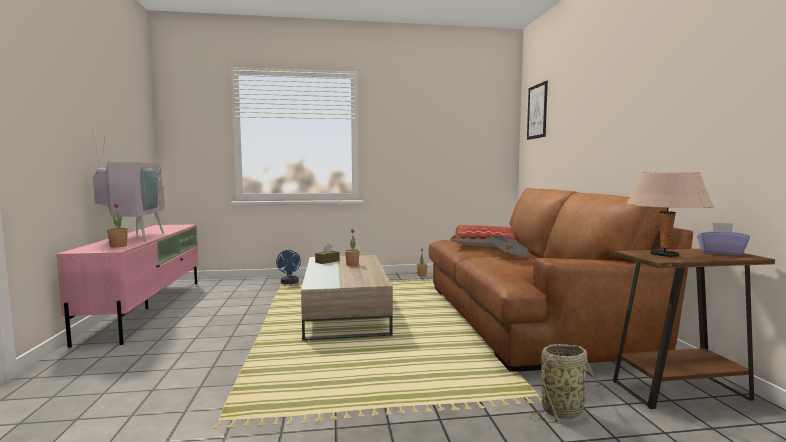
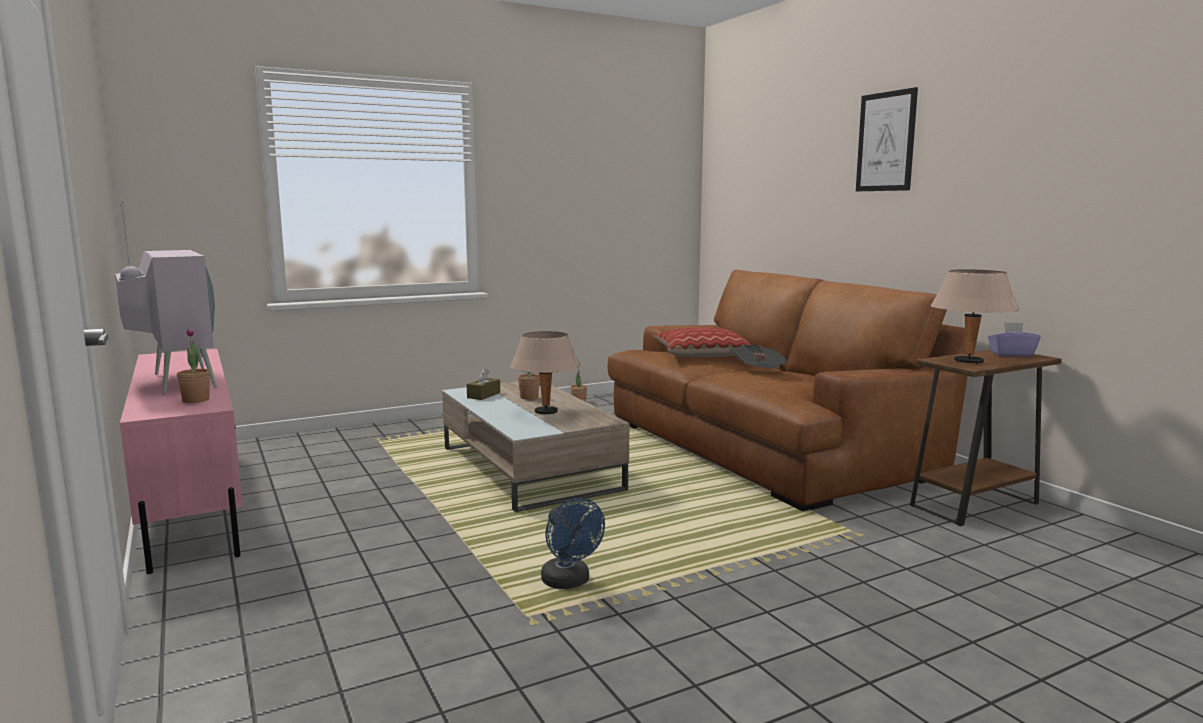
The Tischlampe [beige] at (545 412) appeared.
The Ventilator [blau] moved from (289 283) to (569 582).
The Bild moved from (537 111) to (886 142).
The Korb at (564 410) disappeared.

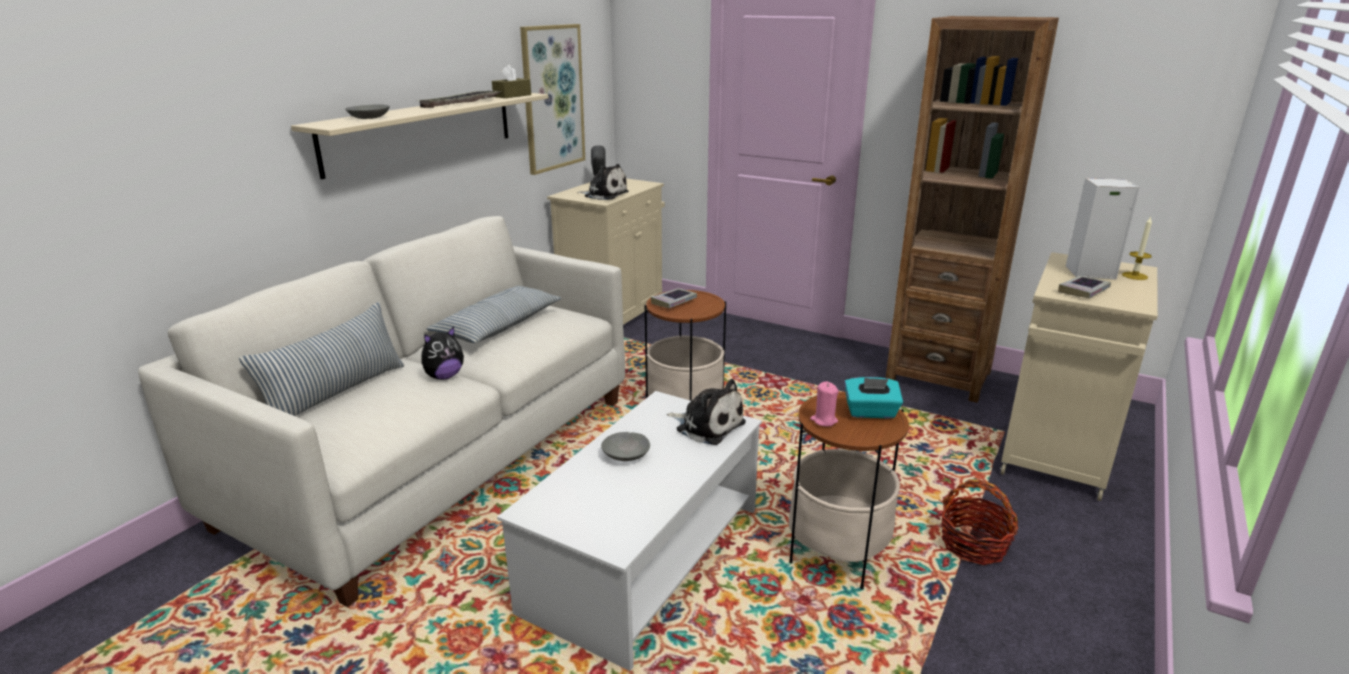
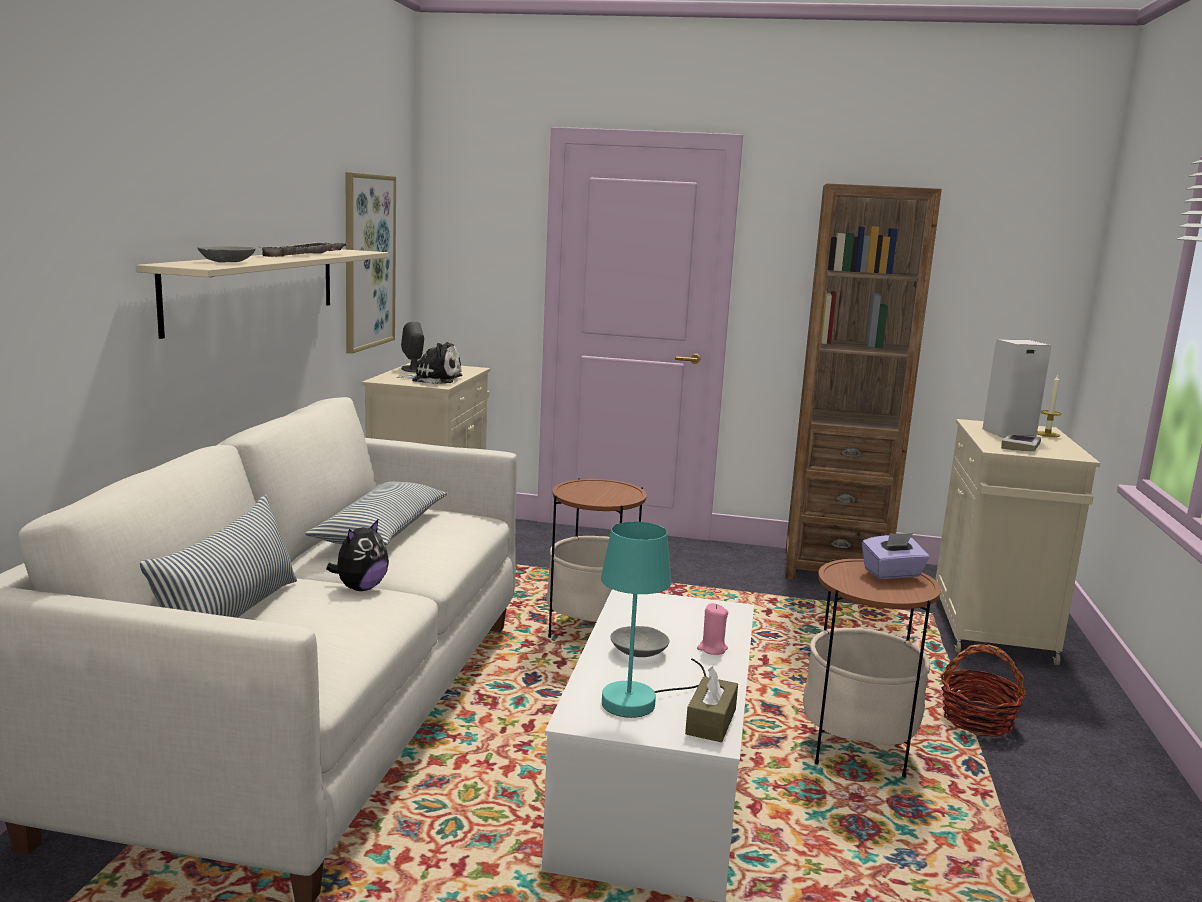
The Tischlampe [türkis] at (641 698) appeared.
The Taschentuchbox [braun] moved from (512 96) to (711 721).
The Kerze [rosa] moved from (824 420) to (712 649).
The Taschentuchbox [türkis] at (871 412) became the Taschentuchbox [lila] at (892 573).
The Buch at (674 301) disappeared.
The Plüschtier at (707 425) disappeared.

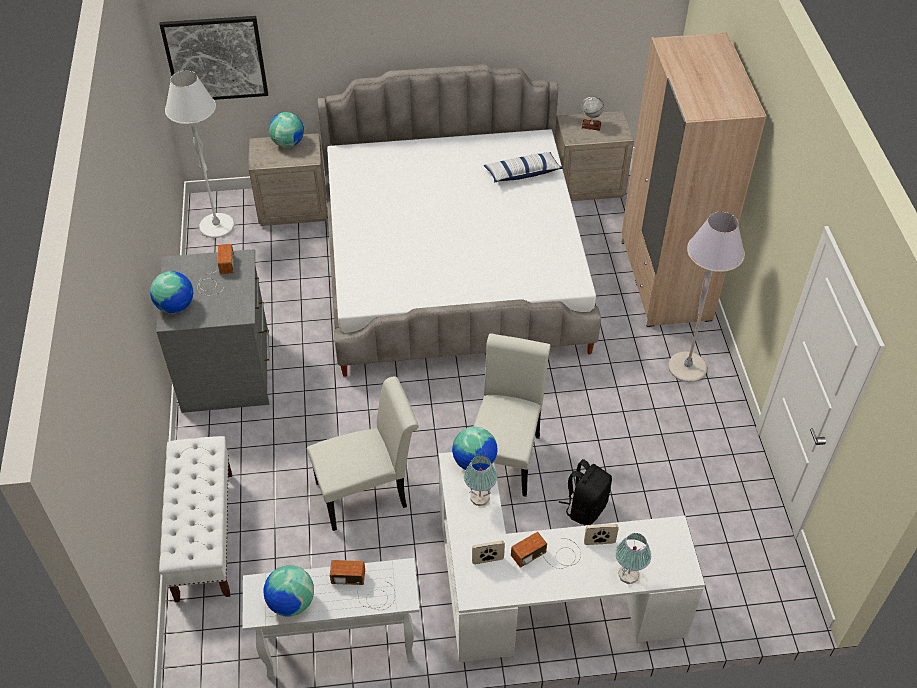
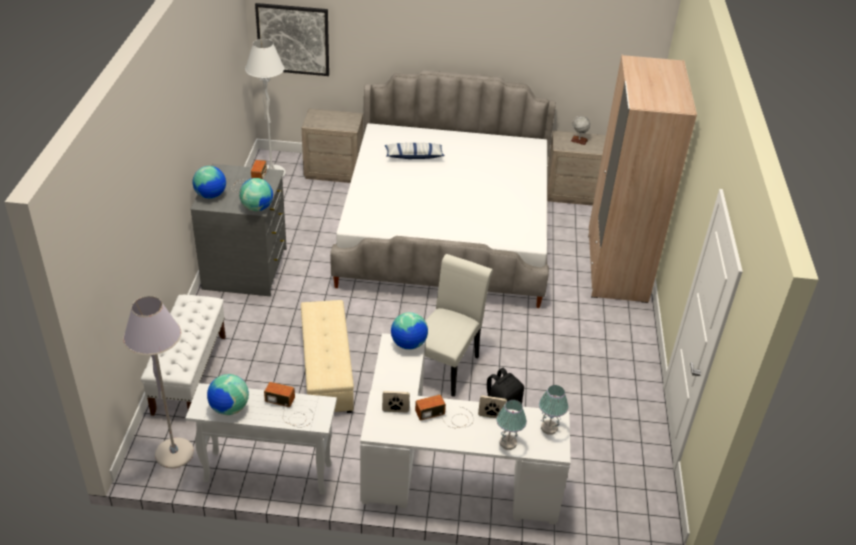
The Stehlampe [grau] moved from (687 368) to (174 454).
The Globus moved from (288 143) to (257 208).
The Stuhl [weiß] at (368 492) was replaced by the Polsterhocker [beige] at (327 370).
The Kissen moved from (522 173) to (414 156).
The Tischlampe moved from (480 497) to (549 428).

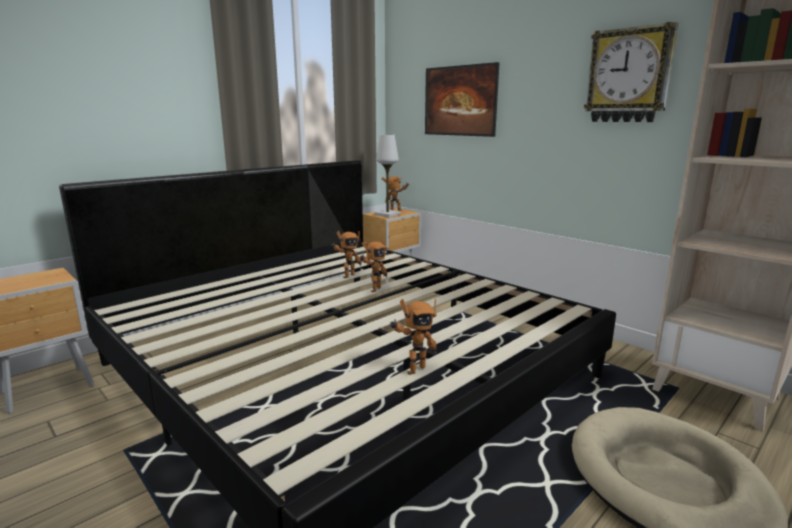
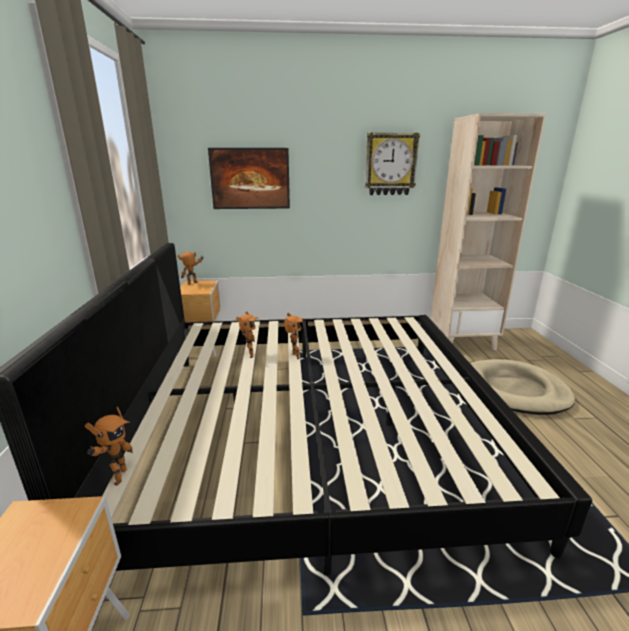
The Spielzeugroboter moved from (414 369) to (117 477).
The Tischlampe [weiß] at (387 214) disappeared.

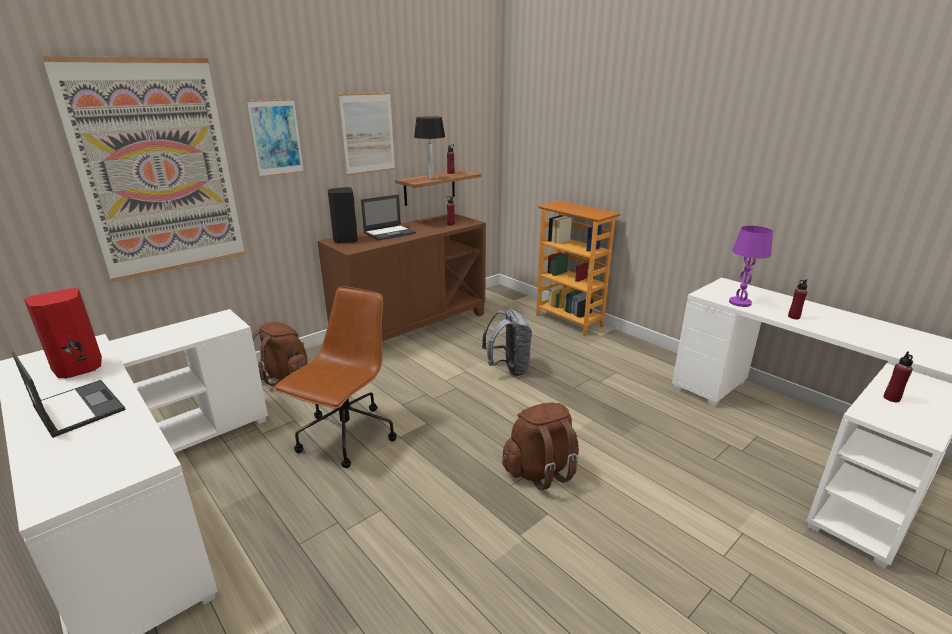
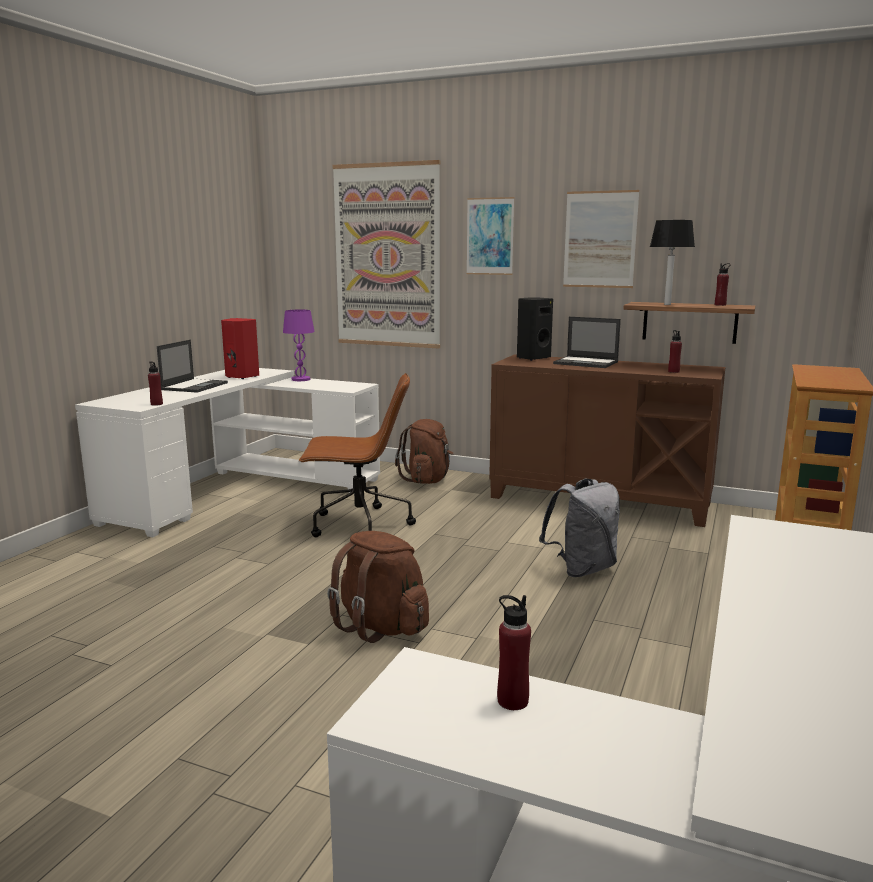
The Flasche [rot] moved from (793 317) to (156 404).
The Tischlampe [lila] moved from (739 302) to (301 379).

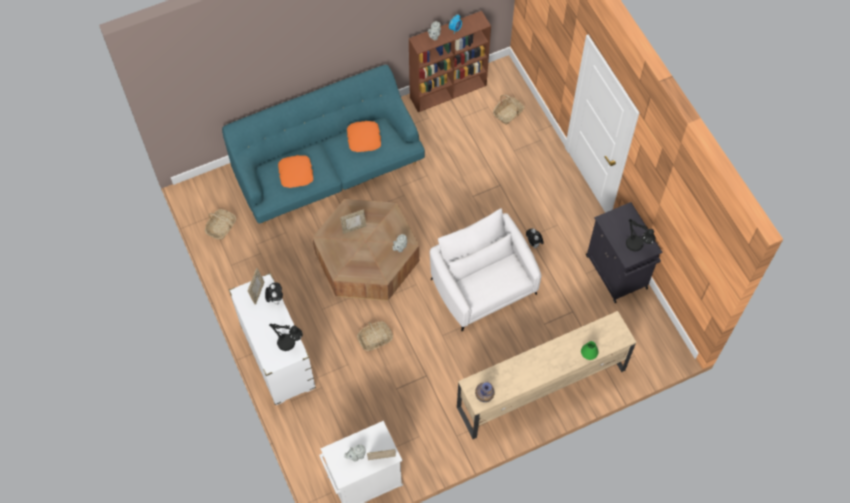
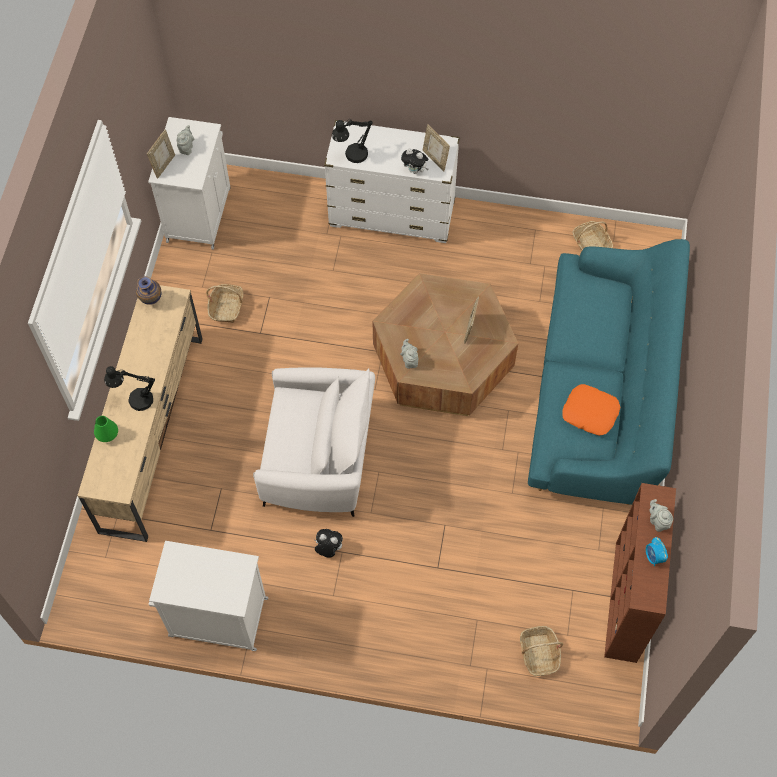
The Tischlampe [schwarz] moved from (637 246) to (135 400).
The Schrank [schwarz] at (617 273) became the Schrank [weiß] at (216 617).
The Korb moved from (375 339) to (226 307).
The Kissen [orange] at (296 173) disappeared.

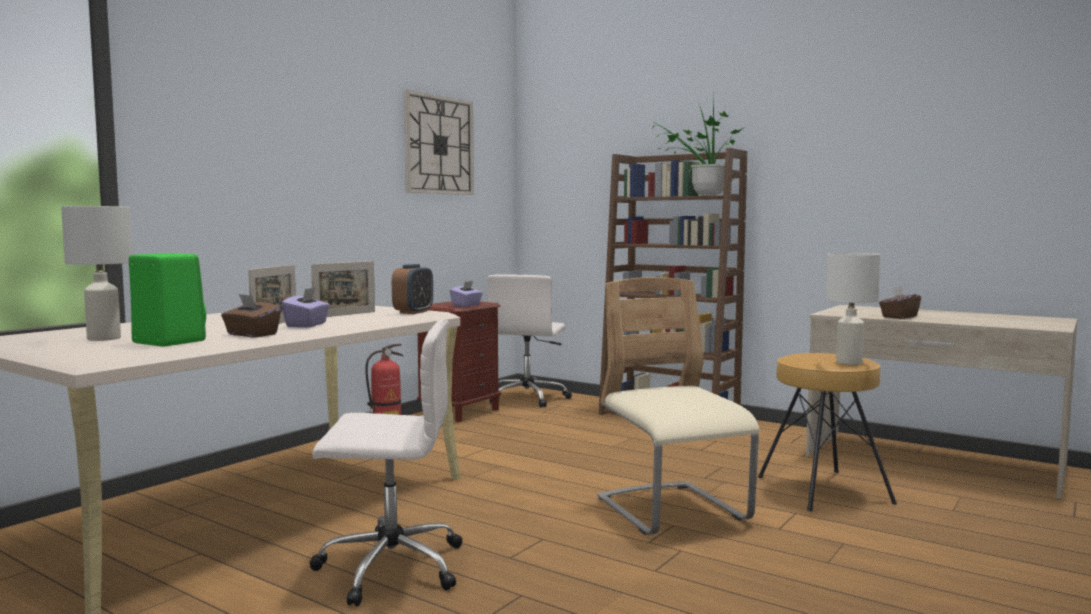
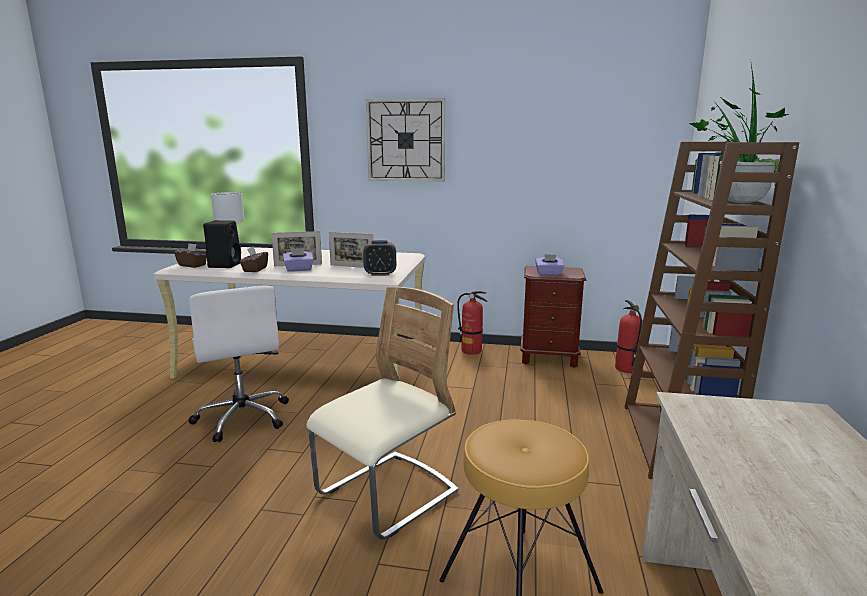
The Taschentuchbox [braun] moved from (899 317) to (192 265).
The Lautsprecher [grün] at (167 342) became the Lautsprecher [schwarz] at (225 265).
The Wanduhr moved from (439 145) to (406 140).
The Bürostuhl [weiß] at (527 398) was replaced by the Feuerlöscher at (626 368).
The Tischlampe [weiß] at (849 363) disappeared.

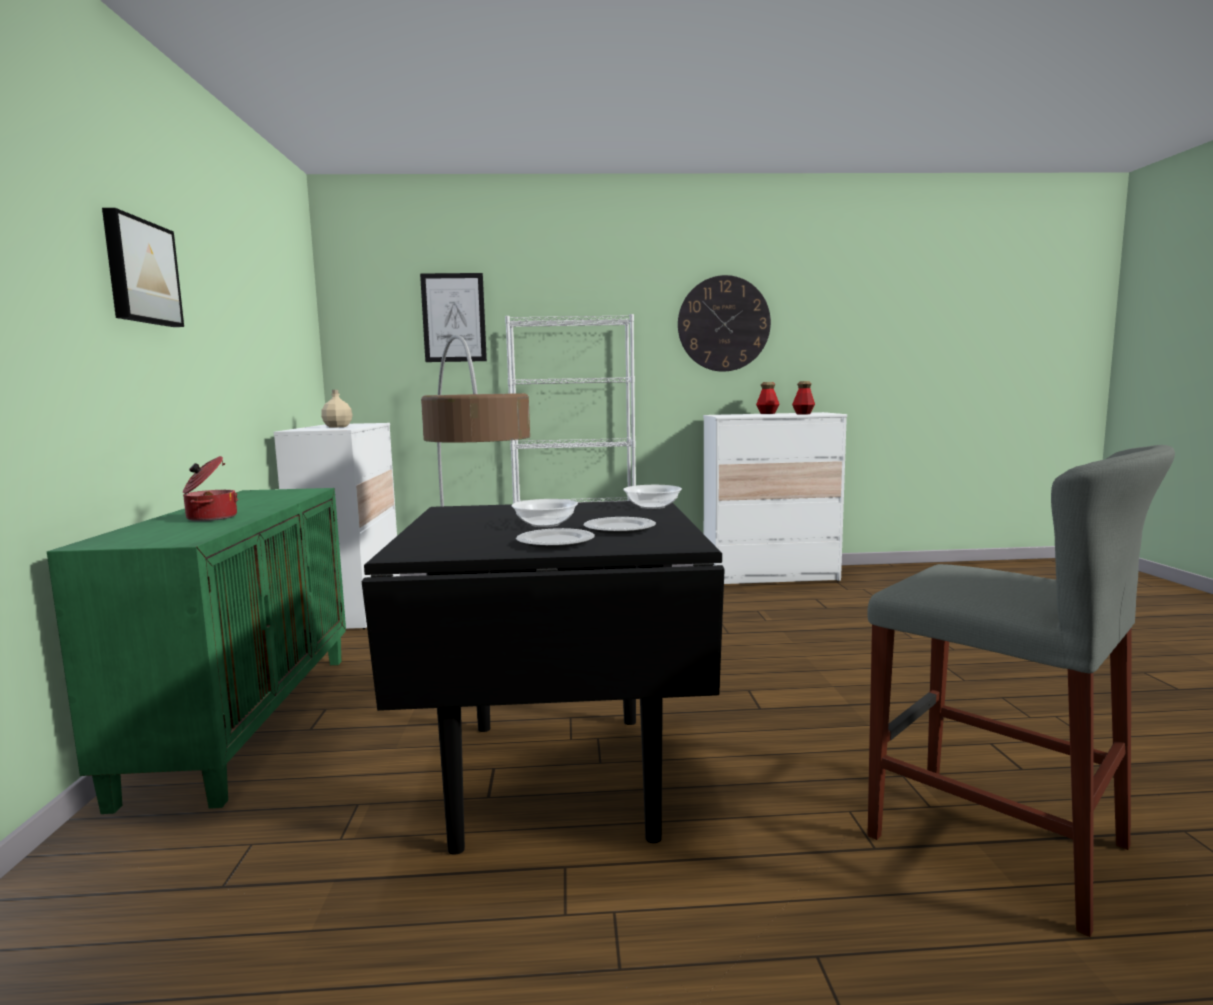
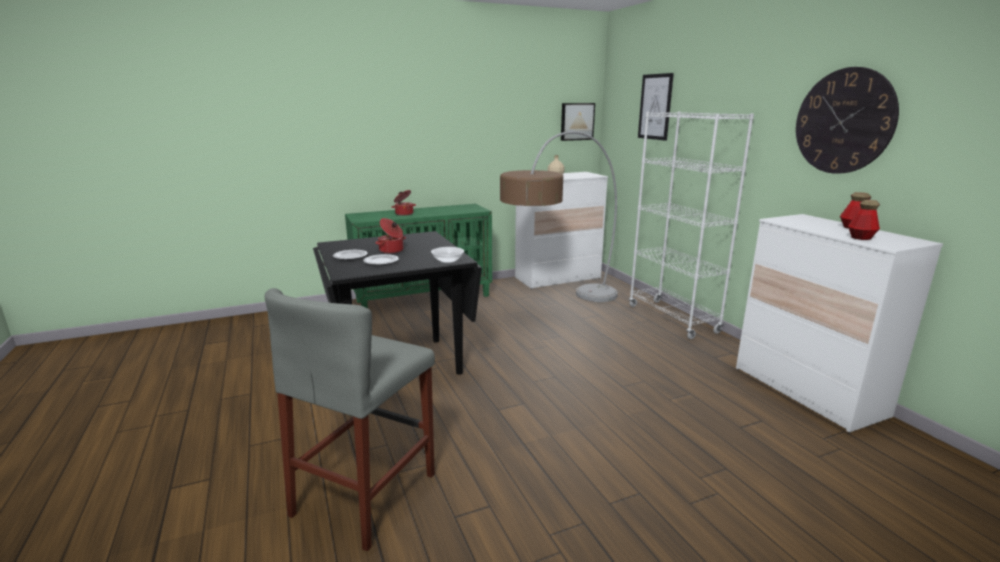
The Schüssel at (545 524) was replaced by the Kochtopf at (392 250).
The Bild moved from (140 272) to (576 121).

